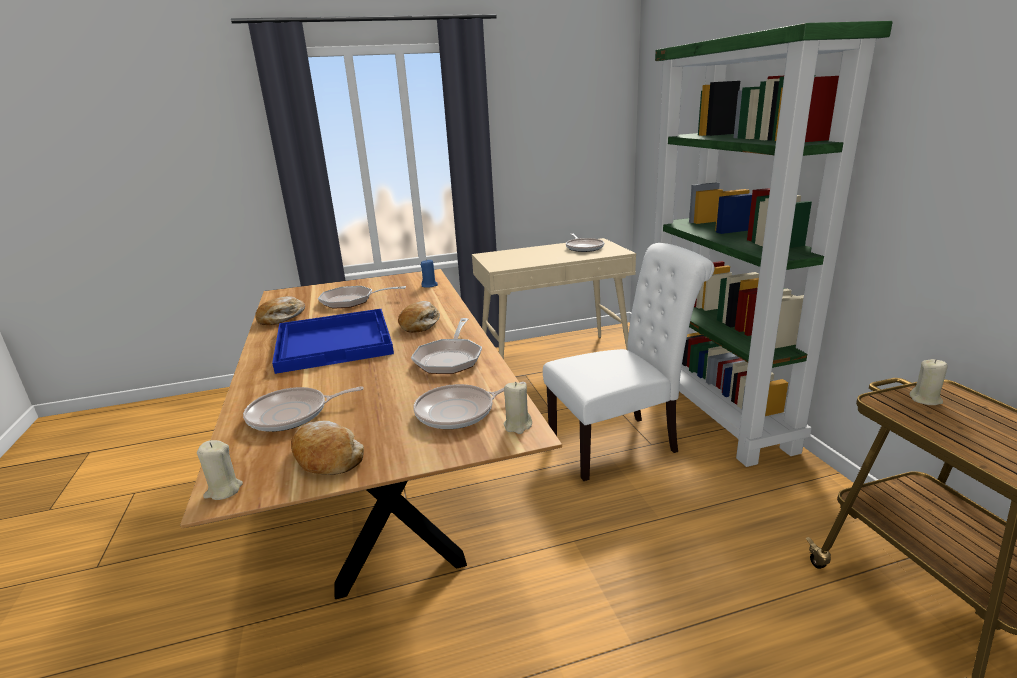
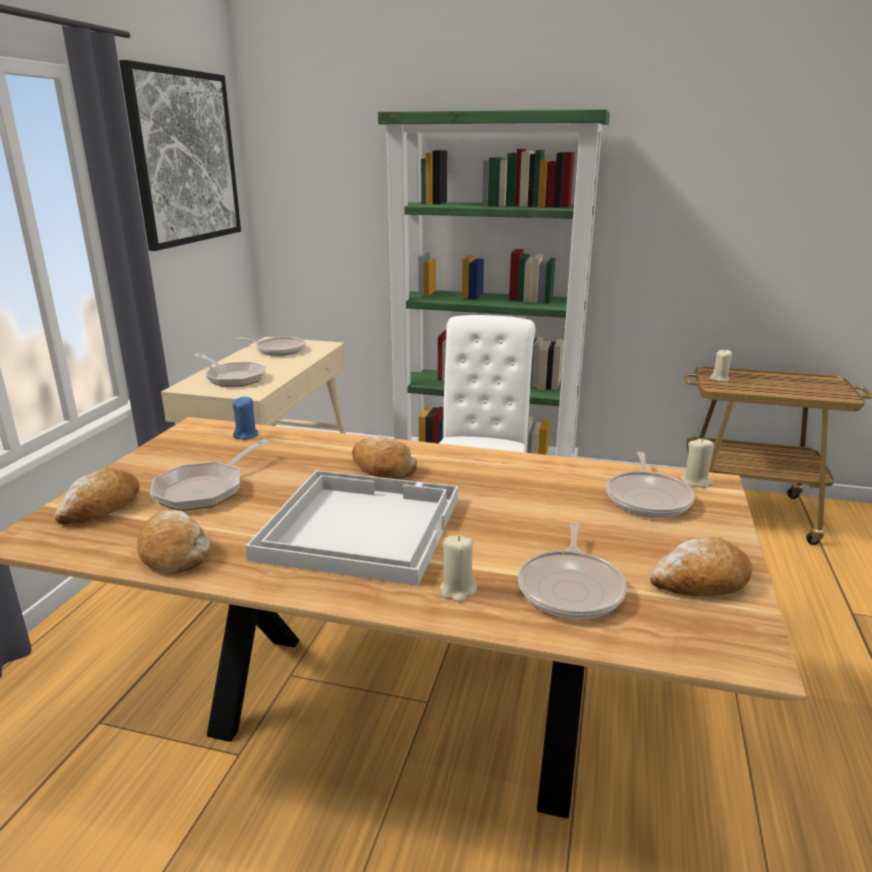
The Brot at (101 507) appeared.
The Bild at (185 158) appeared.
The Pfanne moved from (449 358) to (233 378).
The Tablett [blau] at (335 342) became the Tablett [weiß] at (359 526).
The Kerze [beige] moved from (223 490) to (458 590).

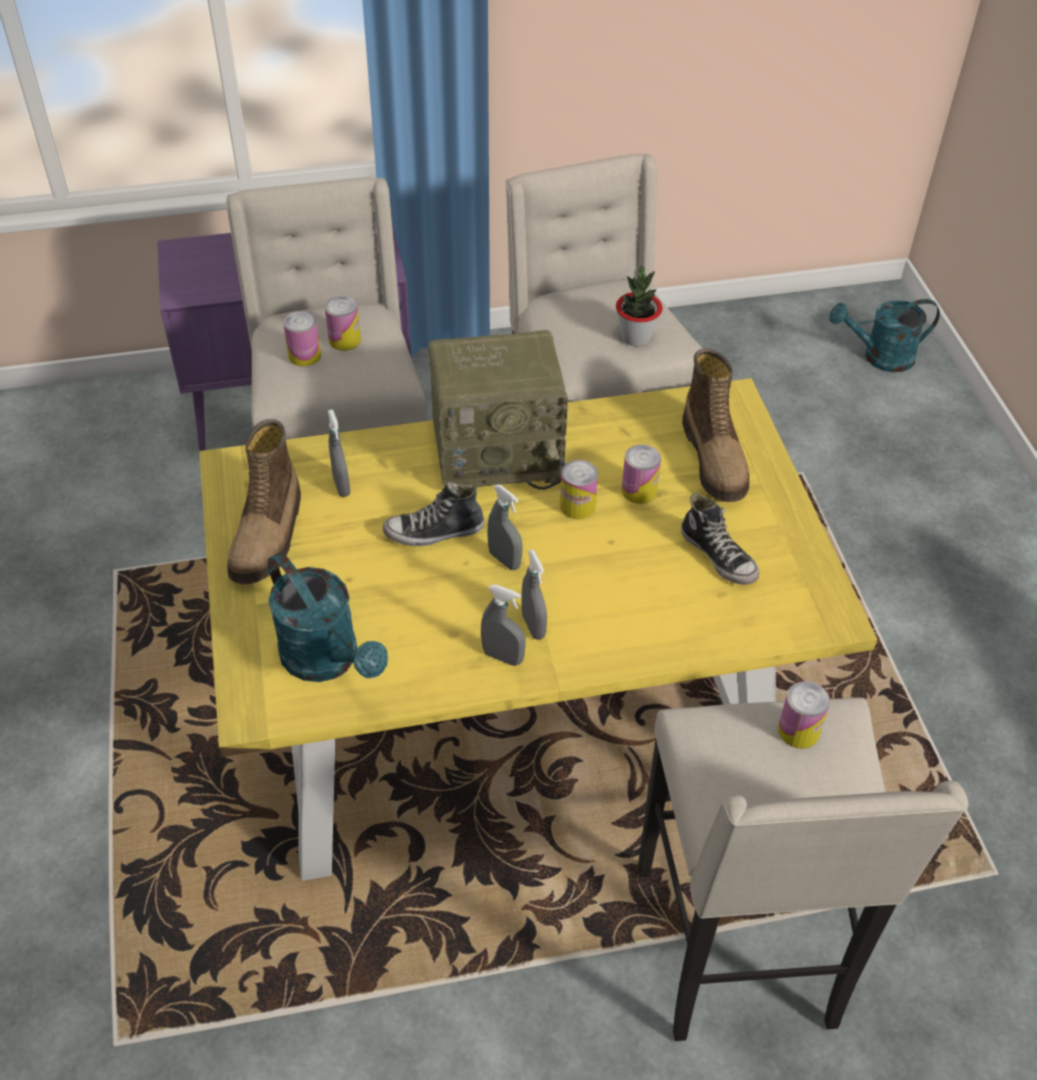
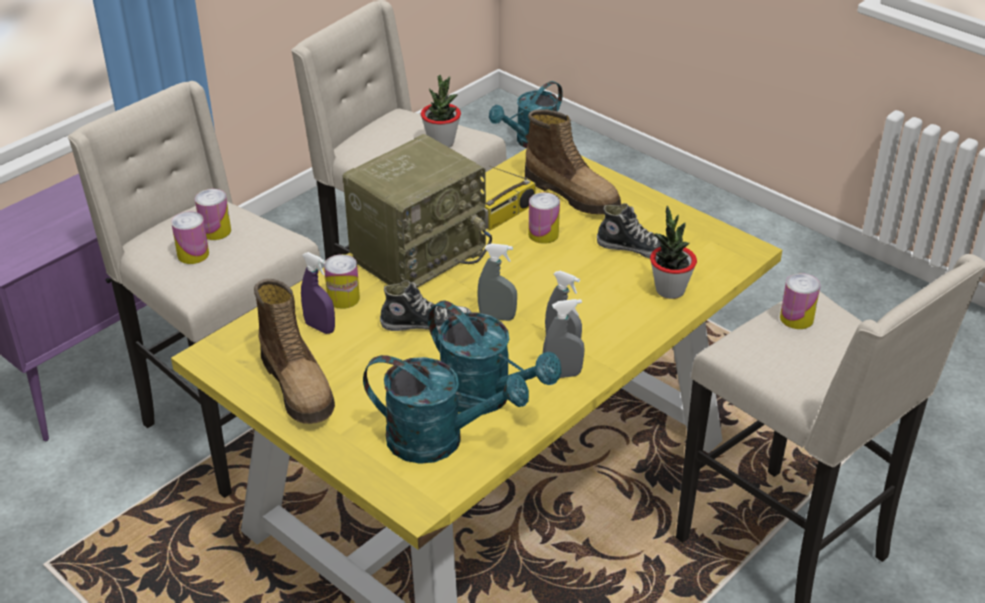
The Sprühflasche [grau] at (341 486) became the Sprühflasche [lila] at (320 327).
The Dose moved from (577 506) to (343 298).
The Schuh at (434 532) turned 135 degrees counterclockwise.
The Gießkanne [türkis] at (486 397) appeared.
The Radio at (507 216) appeared.
The Topfpflanze at (669 290) appeared.

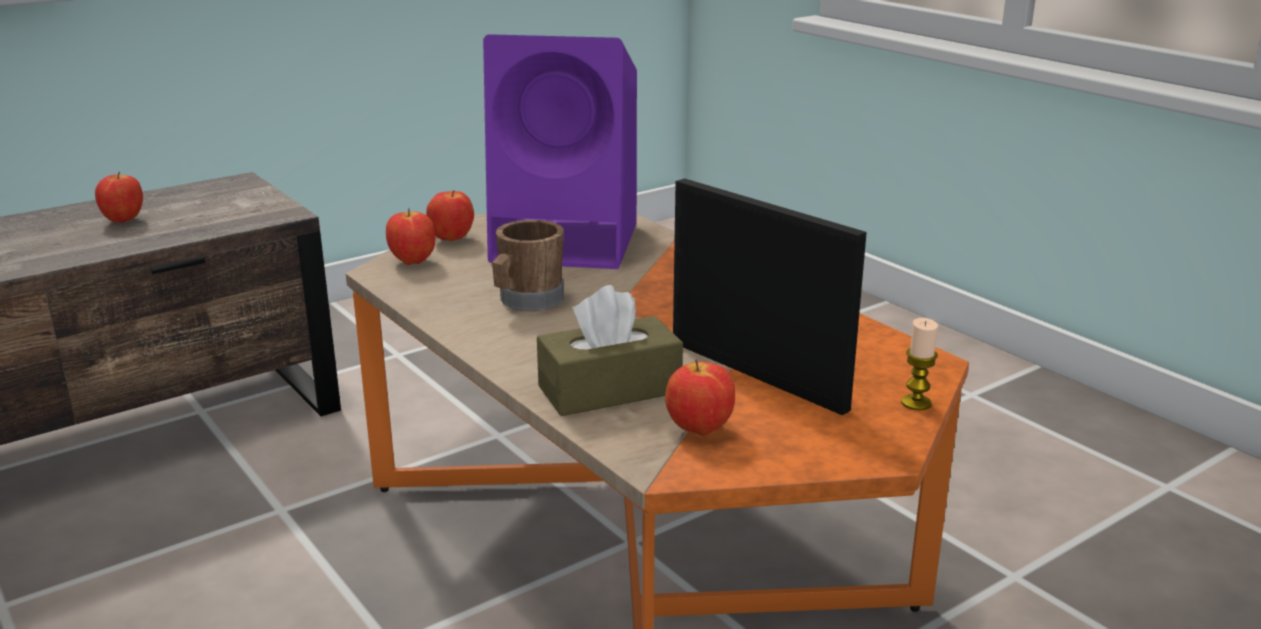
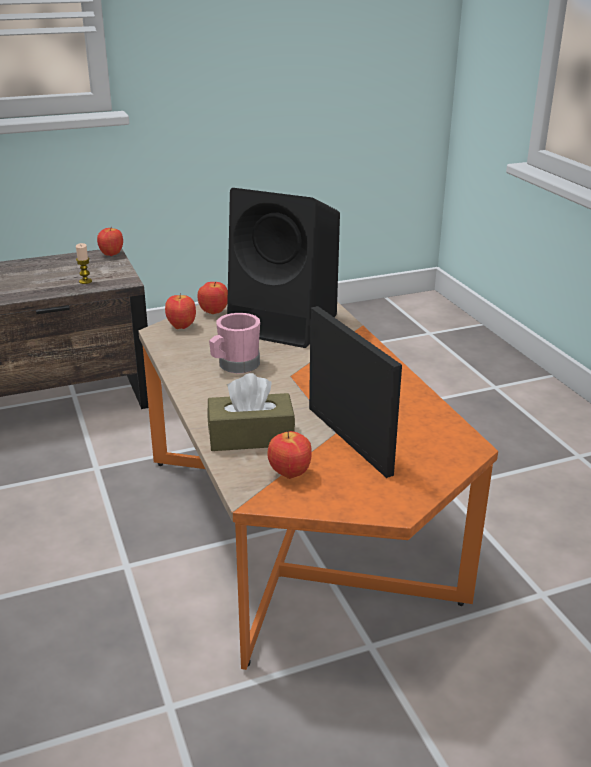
The Kerze moved from (916 403) to (85 281).
The Apfel moved from (123 220) to (111 254).
The Henkelbecher [braun] at (527 302) became the Henkelbecher [rosa] at (235 366).
The Lautsprecher [lila] at (570 243) became the Lautsprecher [schwarz] at (286 324).

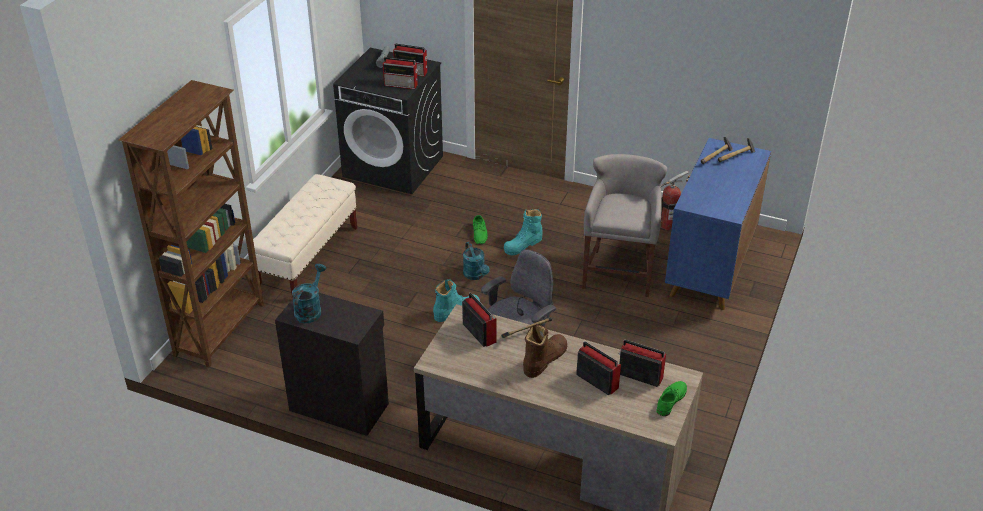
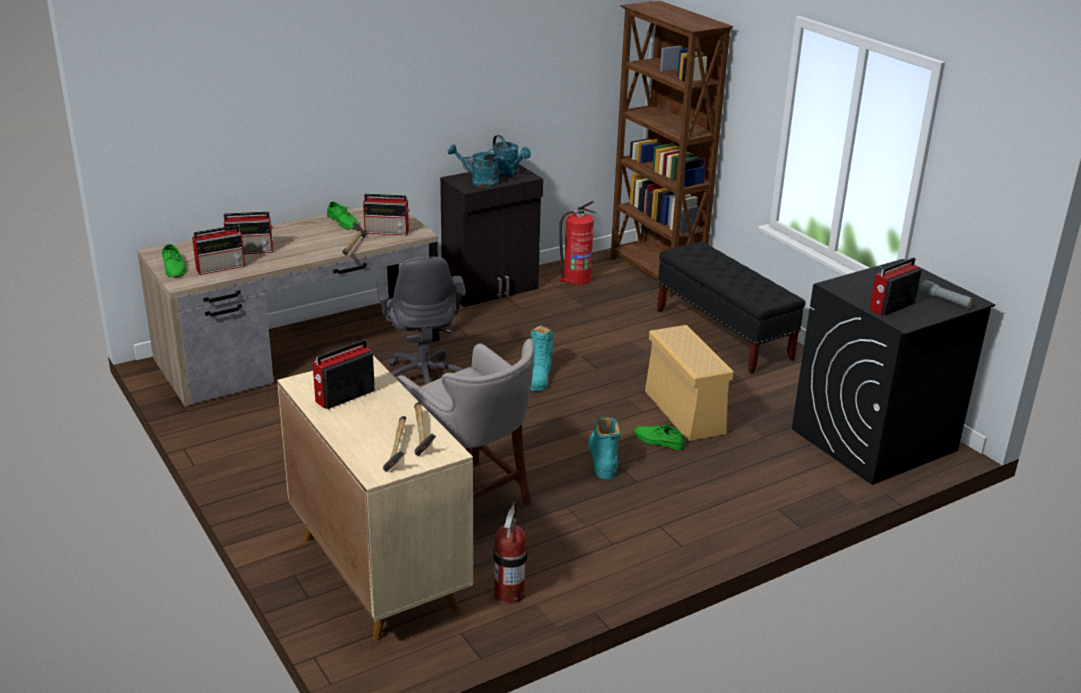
The Schrank [blau] at (709 271) became the Schrank [beige] at (377 571).
The Radio moved from (401 85) to (344 396).
The Schuh [grün] at (343 222) appeared.
The Gießkanne [türkis] moved from (476 275) to (479 182).
The Feuerlöscher at (576 278) appeared.
The Aufbewahrungsbox [beige] at (685 413) appeared.
The Bank [beige] at (308 257) became the Bank [schwarz] at (723 335).
The Stiefel [braun] at (544 359) disappeared.

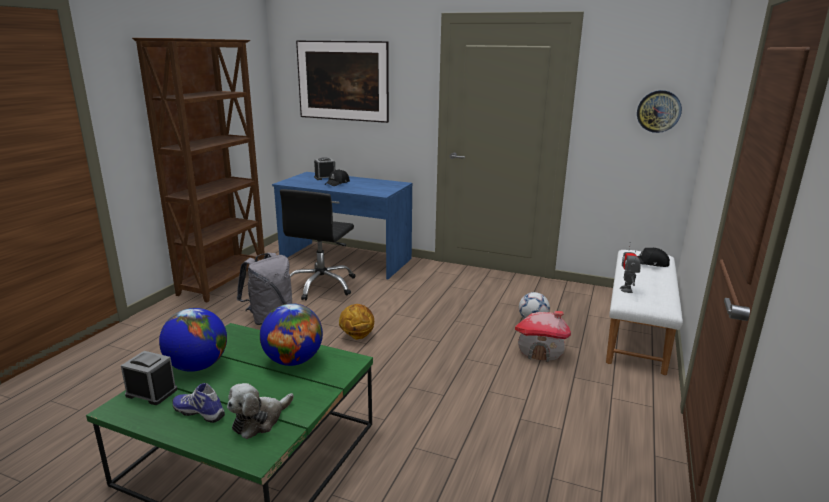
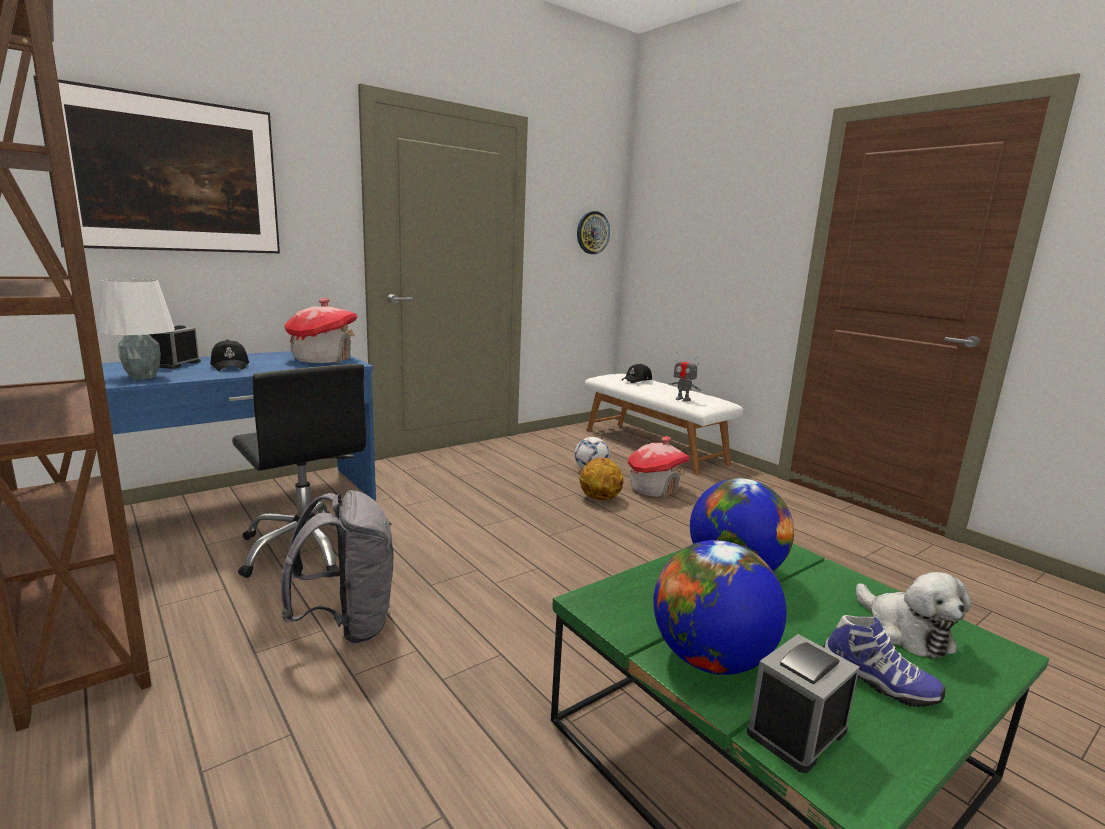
The Tischlampe [weiß] at (144 377) appeared.
The Spielzeughaus at (322 359) appeared.
The Basketball moved from (357 336) to (599 498).
The Schuh at (200 412) turned 105 degrees counterclockwise.

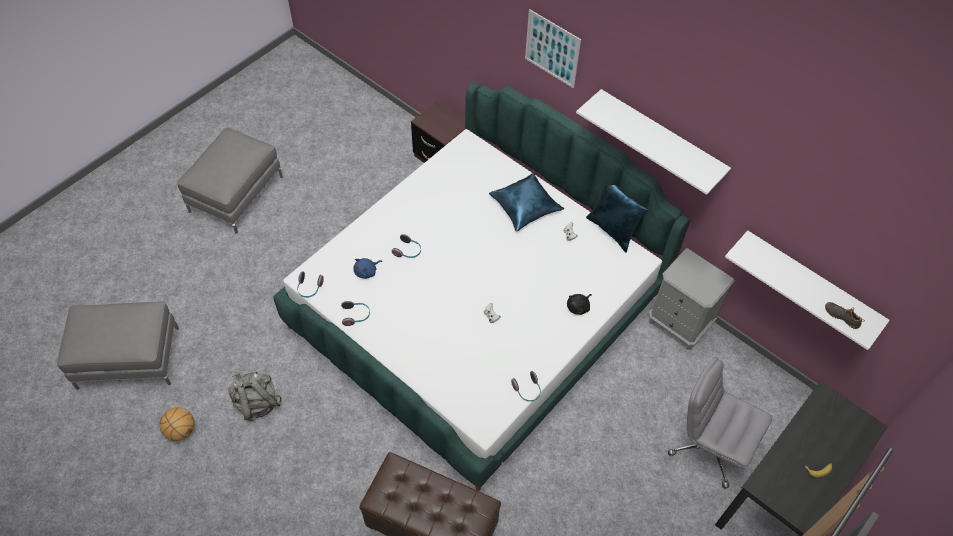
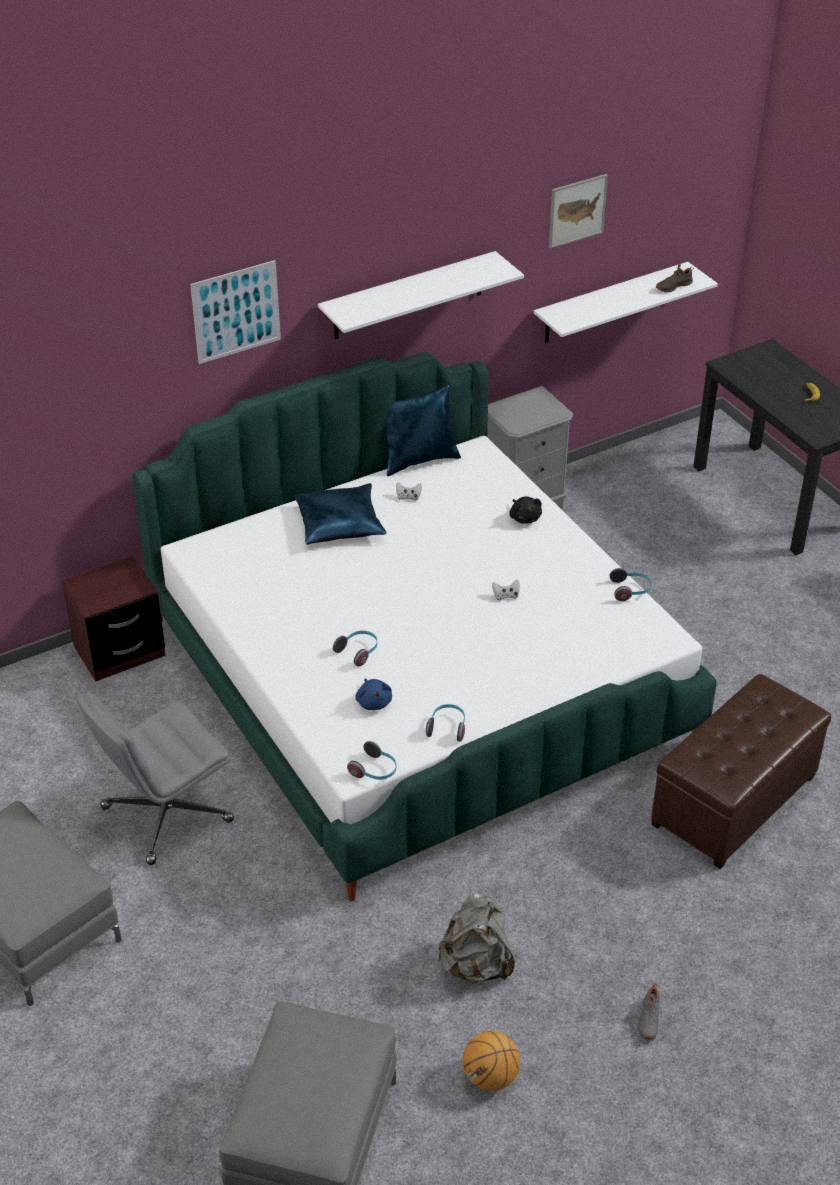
The Bürostuhl [grau] moved from (709 446) to (165 815).
The Bild at (577 210) appeared.
The Schuh [grau] at (648 1019) appeared.

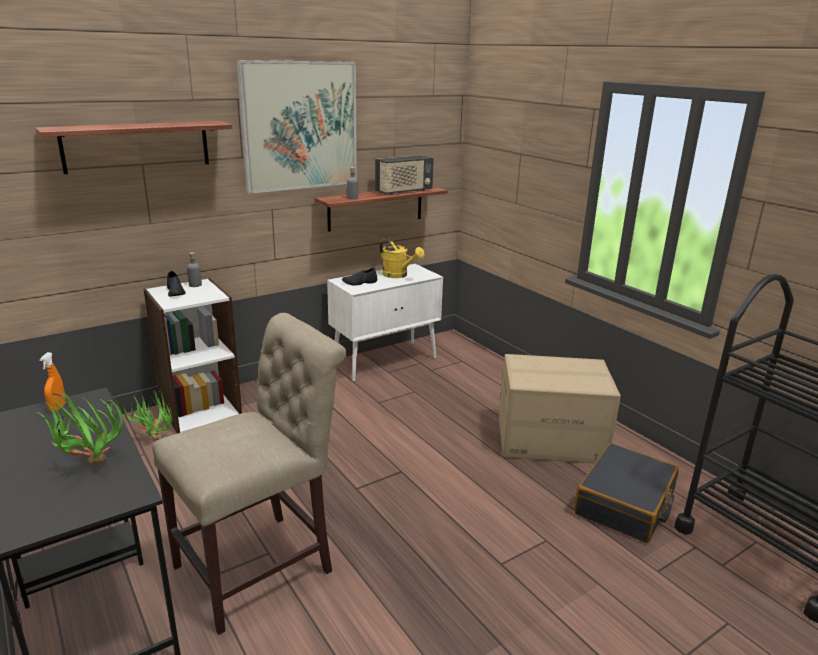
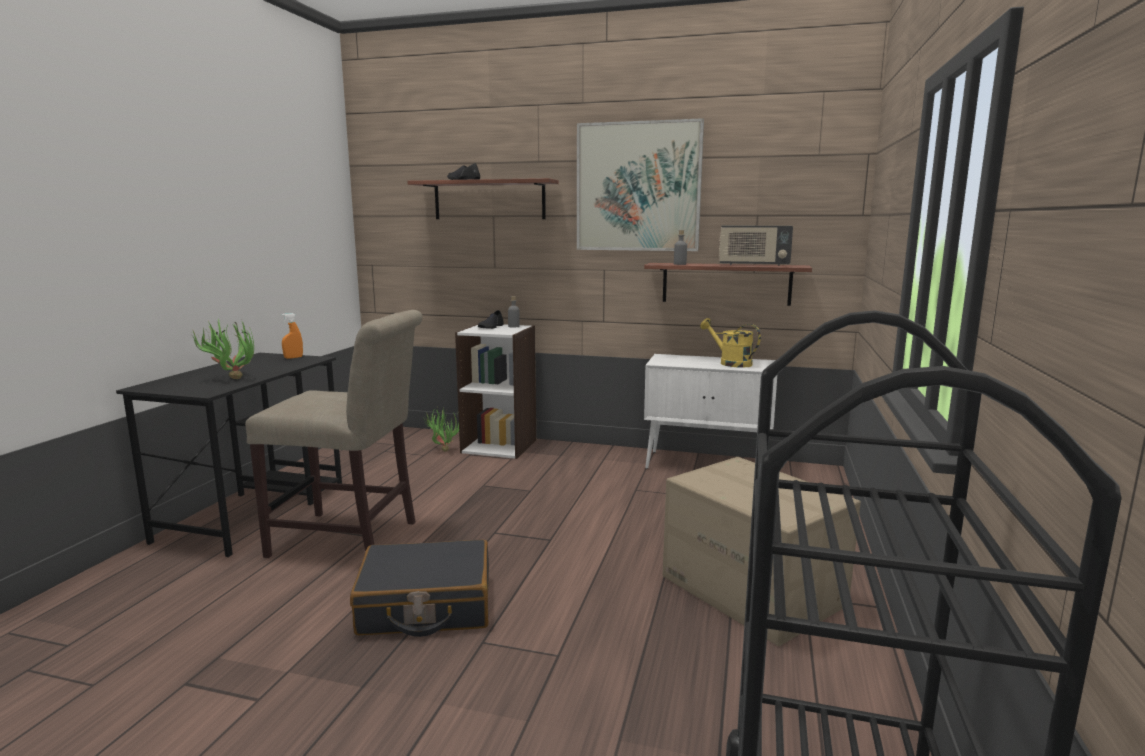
The Koffer [schwarz] moved from (625 504) to (426 606).
The Schuh [schwarz] moved from (359 282) to (463 180).
The Gießkanne [gelb] at (398 275) turned 135 degrees clockwise.

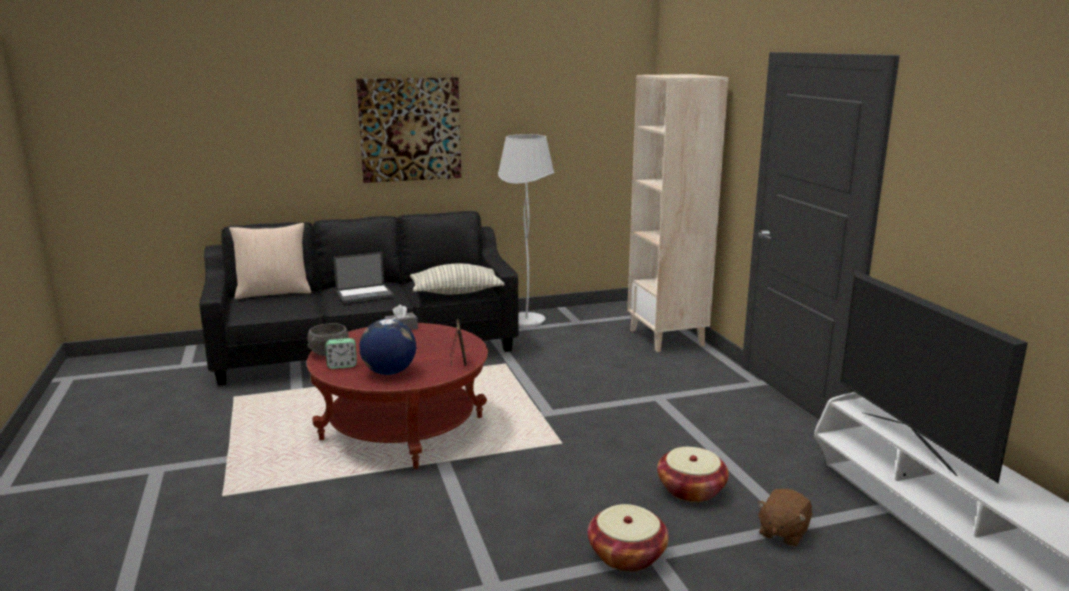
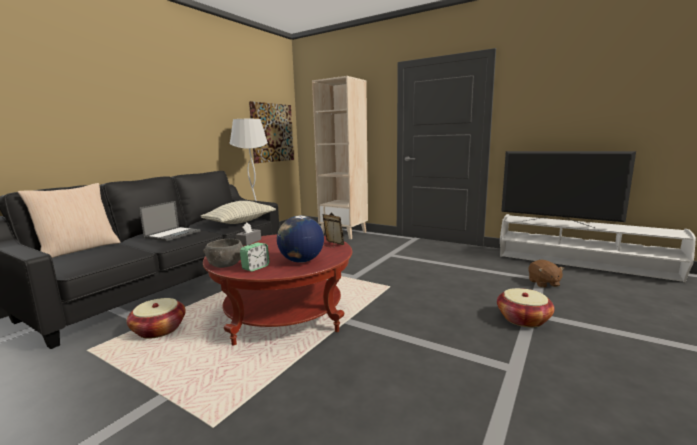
The Korb moved from (691 490) to (159 329).
The Bild moved from (410 129) to (272 132).

